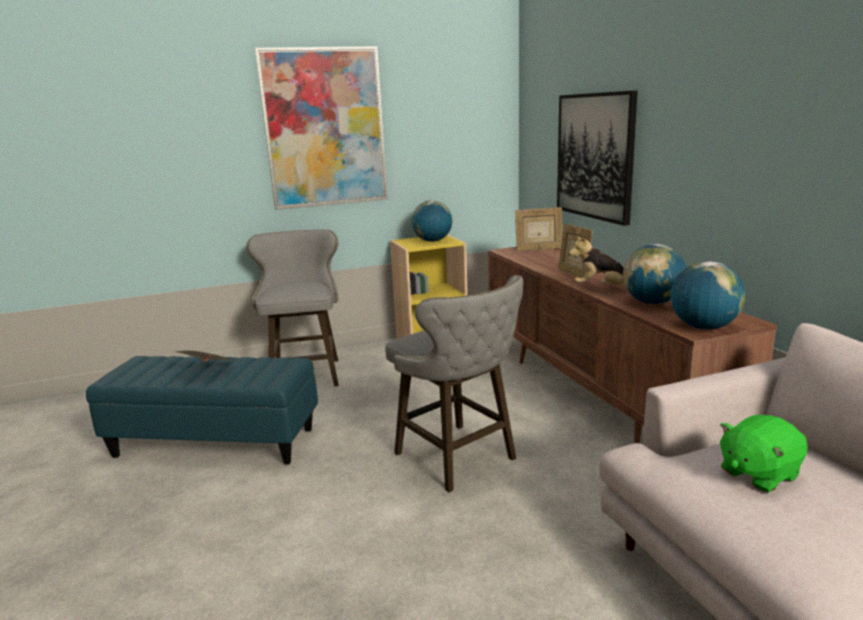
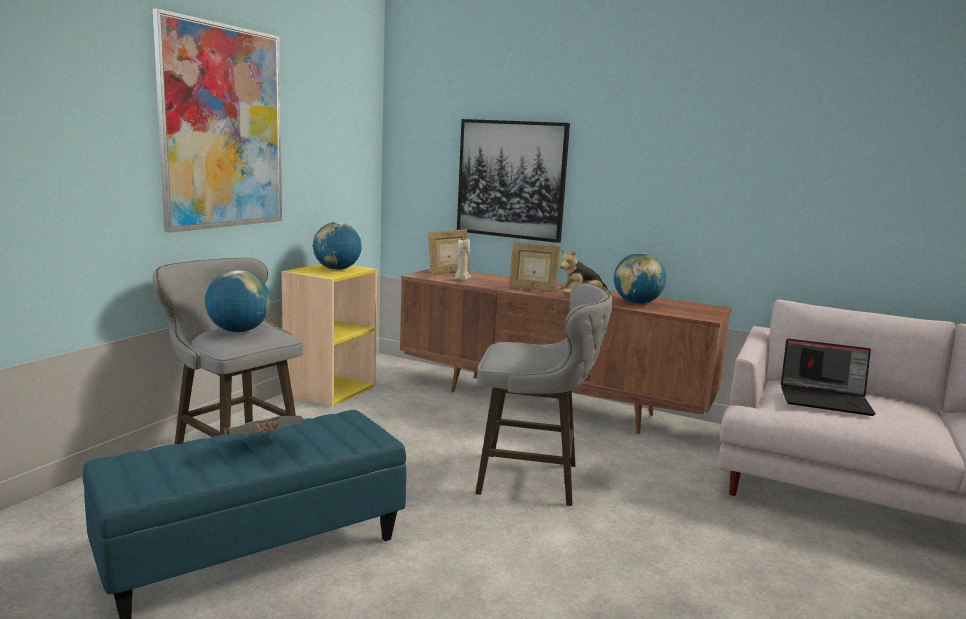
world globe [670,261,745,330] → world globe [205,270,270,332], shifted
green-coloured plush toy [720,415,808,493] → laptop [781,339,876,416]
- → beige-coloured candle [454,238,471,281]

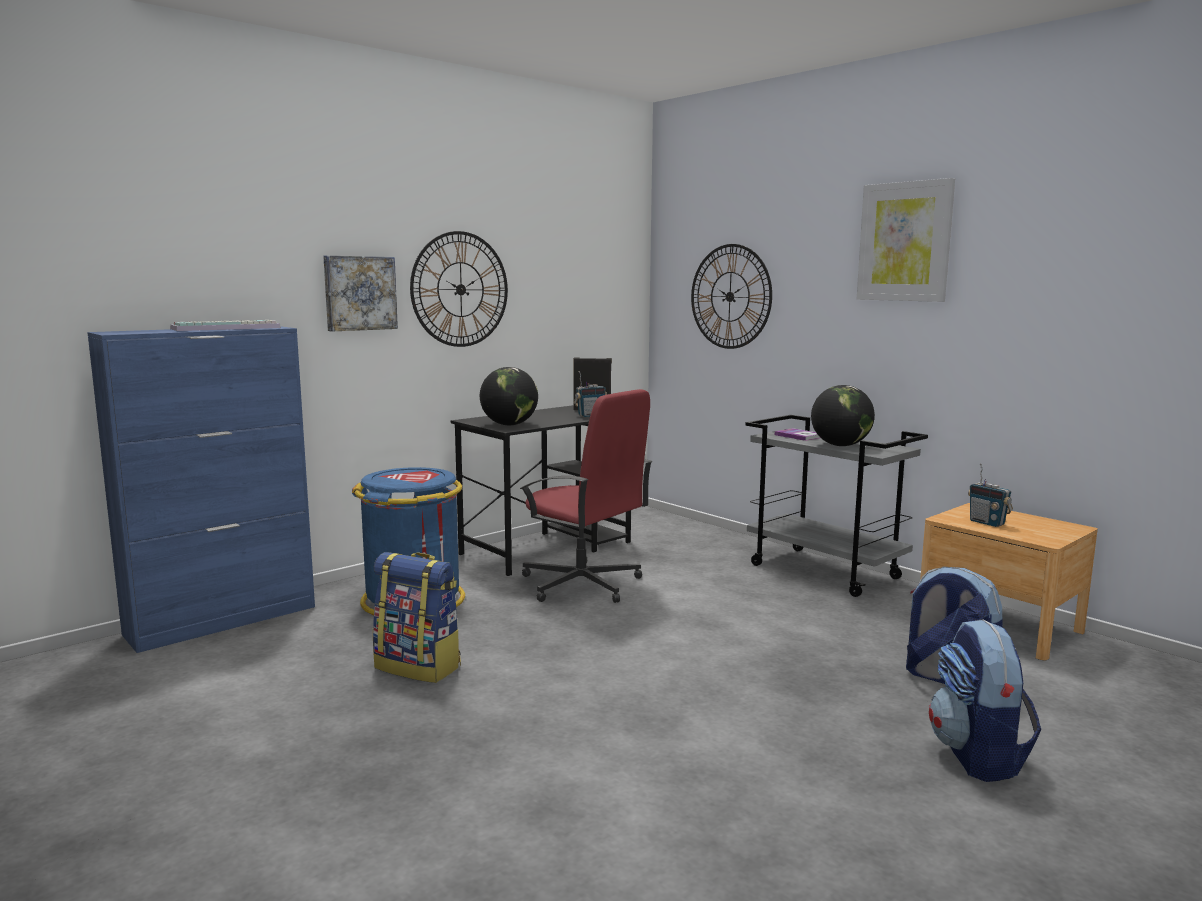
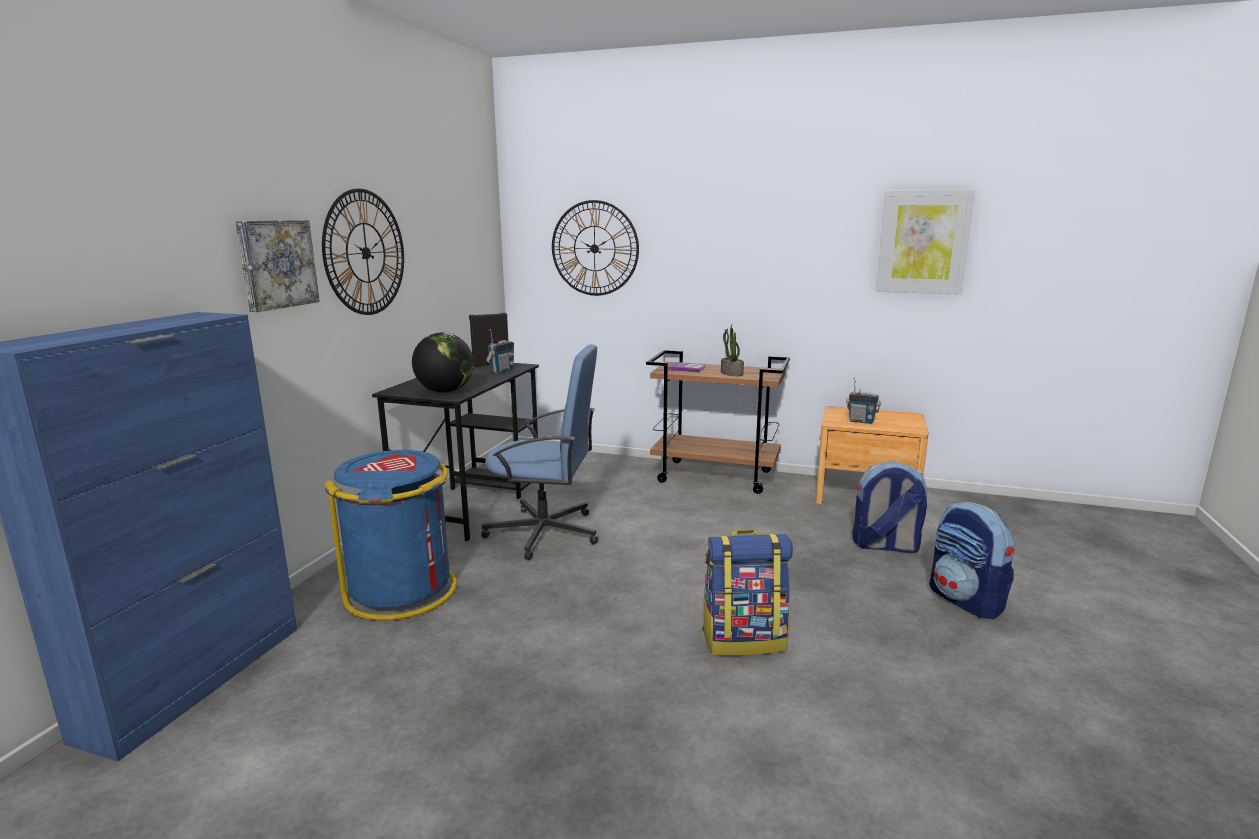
picture [857,178,955,302] → picture [876,190,975,294], shifted
computer keyboard [170,320,281,331] → -
world globe [811,385,875,446] → potted plant [721,323,744,376]
red desk chair [520,389,653,603] → bluish desk chair [481,344,598,560]
gray wheeled cart [745,415,928,597] → brown-coloured wheeled cart [646,350,790,494]
knapsack [373,552,461,683] → knapsack [702,530,793,656], shifted

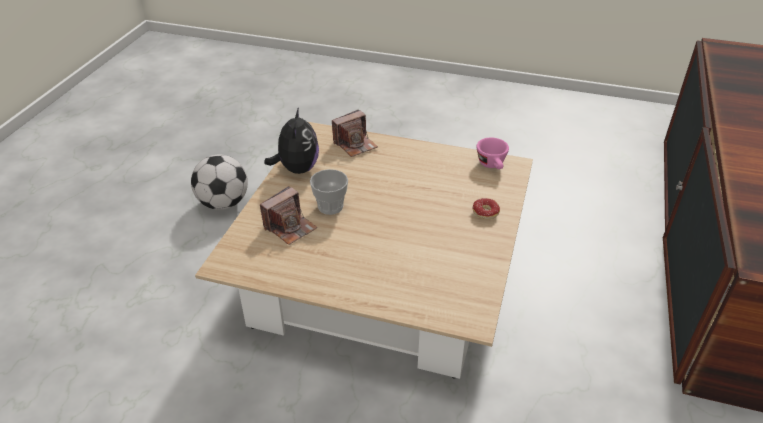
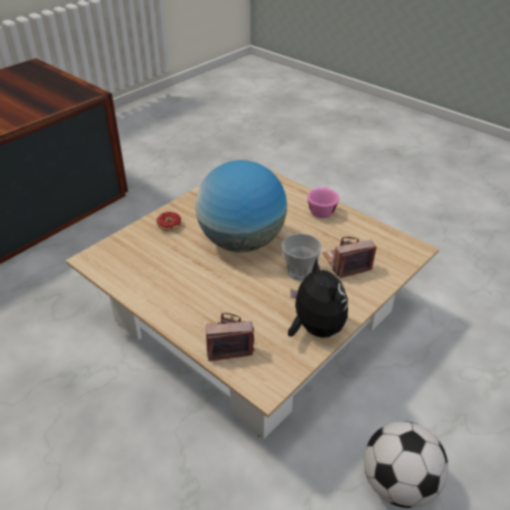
plush toy [264,107,319,174] → plush toy [288,258,348,338], 135 degrees clockwise
pinkish small cup [477,138,509,169] → pinkish small cup [307,187,339,218], shifted
- → world globe [195,160,287,252]

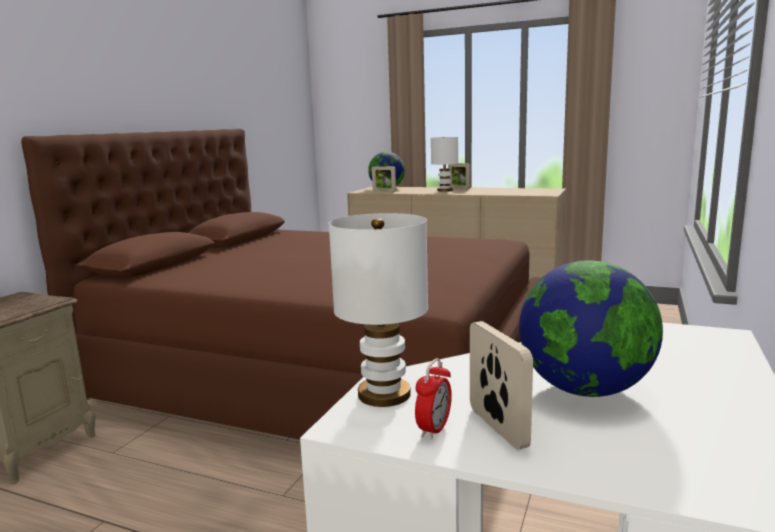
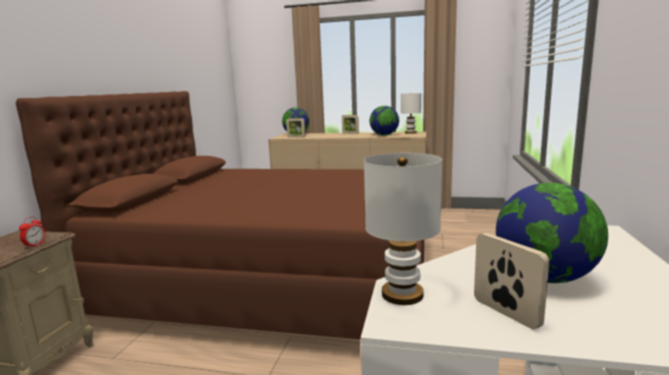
white-coloured tabletop lamp [431,137,458,191] → white-coloured tabletop lamp [401,93,421,134], shifted
bedside clock [415,358,452,440] → bedside clock [19,216,46,248], shifted
- → world globe [370,106,399,136]

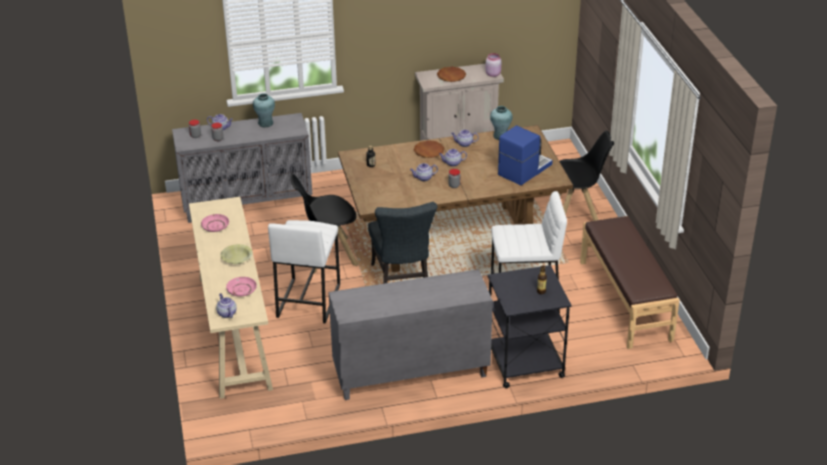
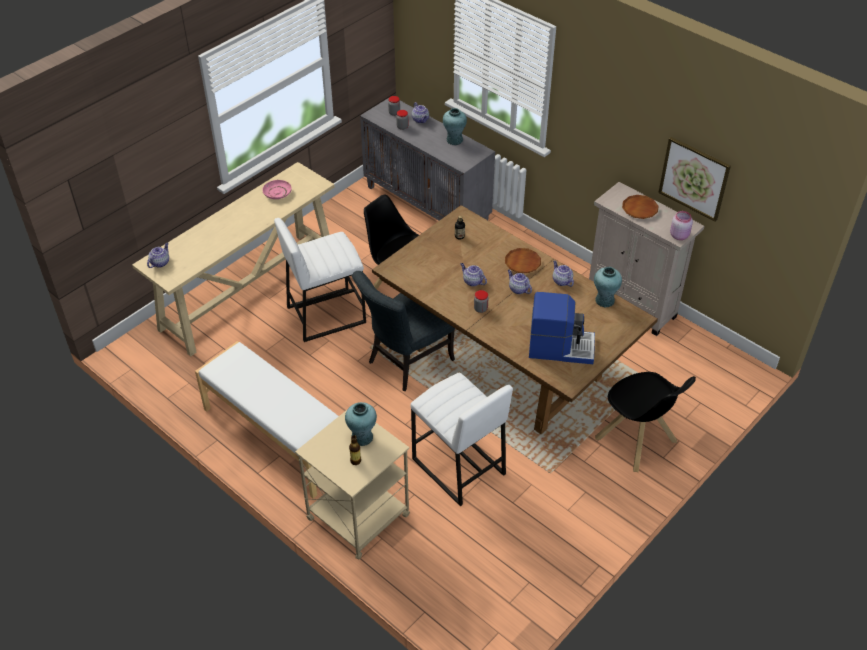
brown-coloured bench [580,216,680,349] → -
yellowish deep dish [221,244,253,264] → -
black-coloured wheeled cart [488,265,571,388] → beige-coloured wheeled cart [295,410,410,559]
gray cabinet [329,269,493,400] → white-coloured bench [195,341,339,499]
pinkish dinner plate [226,277,257,297] → -
- → picture [658,137,731,222]
- → turquoise vase [345,402,377,446]

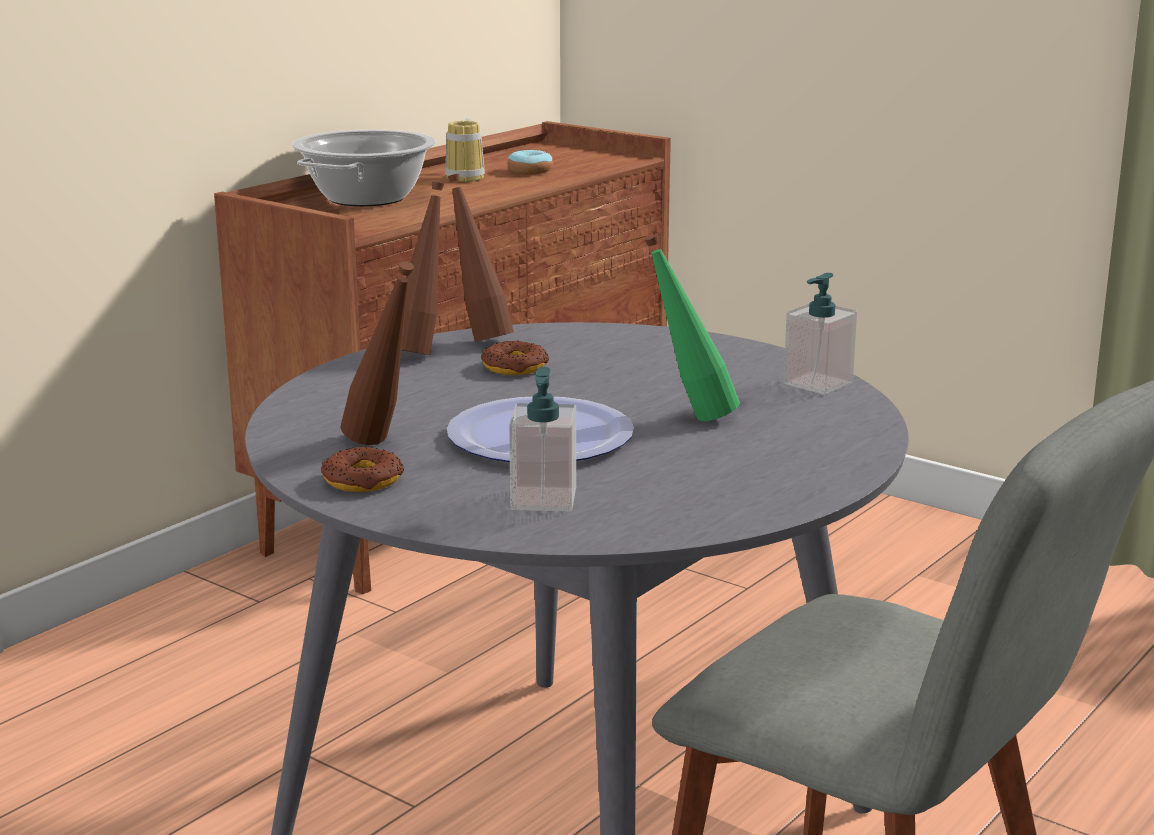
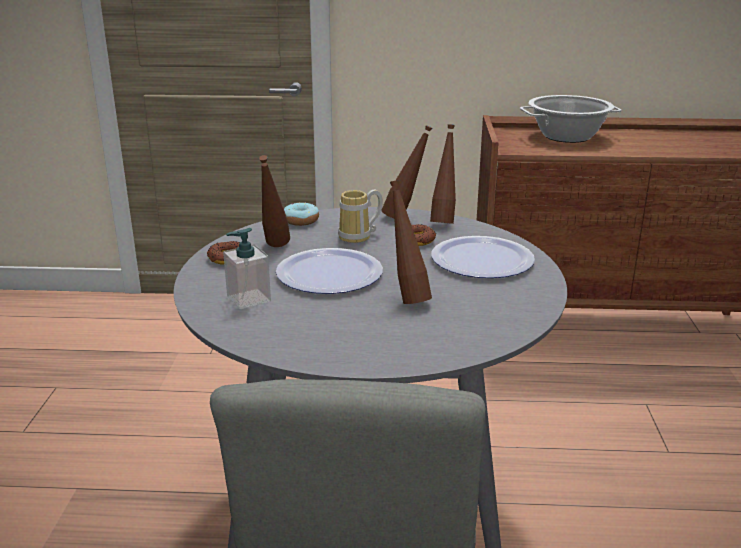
mug [445,118,485,182] → mug [338,190,383,243], shifted
ring doughnut [507,149,553,174] → ring doughnut [284,202,319,226], shifted
green-coloured drink bottle [644,234,740,421] → brown-coloured drink bottle [390,180,432,304]
liquid soap bottle [783,273,857,395] → -
- → dinner plate [431,236,535,278]

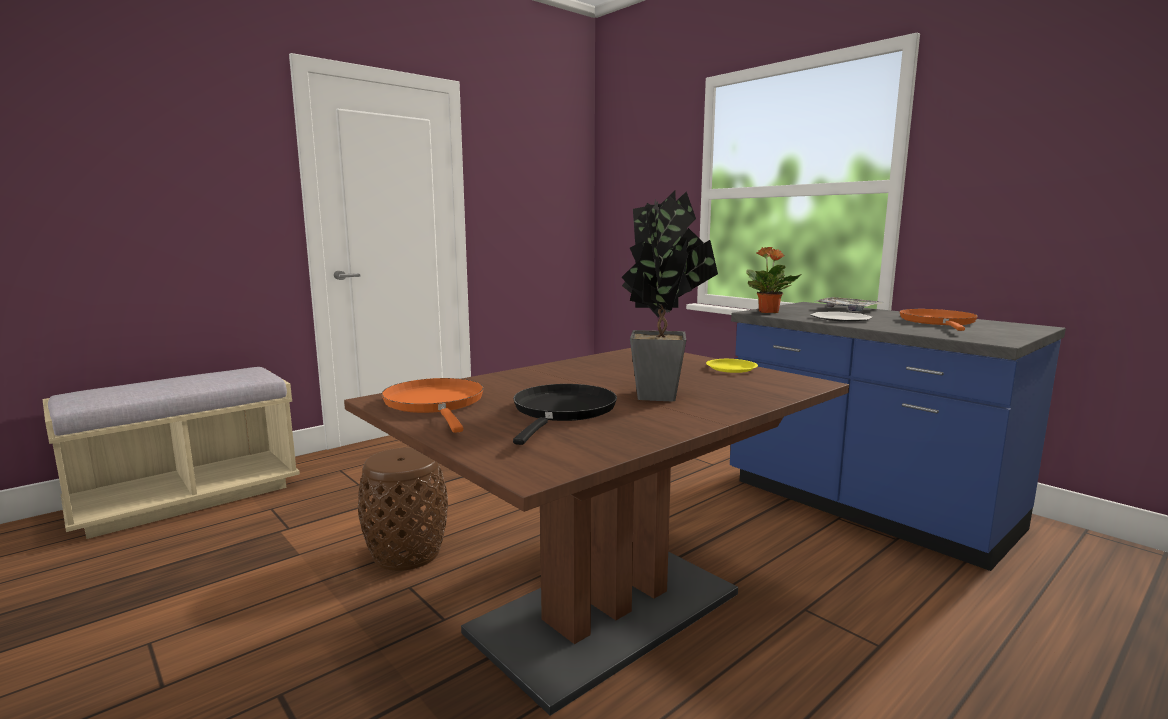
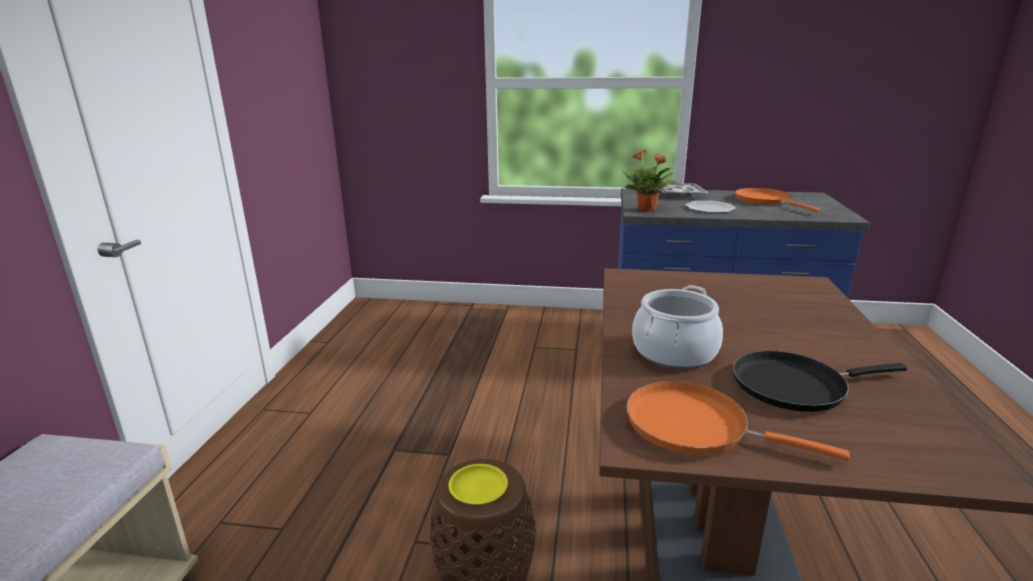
potted plant [621,189,718,401] → -
yellowish dinner plate [706,359,758,373] → yellowish dinner plate [448,464,508,504], shifted
black-coloured frying pan [513,384,617,445] → black-coloured frying pan [733,351,907,412], 75 degrees counterclockwise
- → saucepot [632,285,723,369]

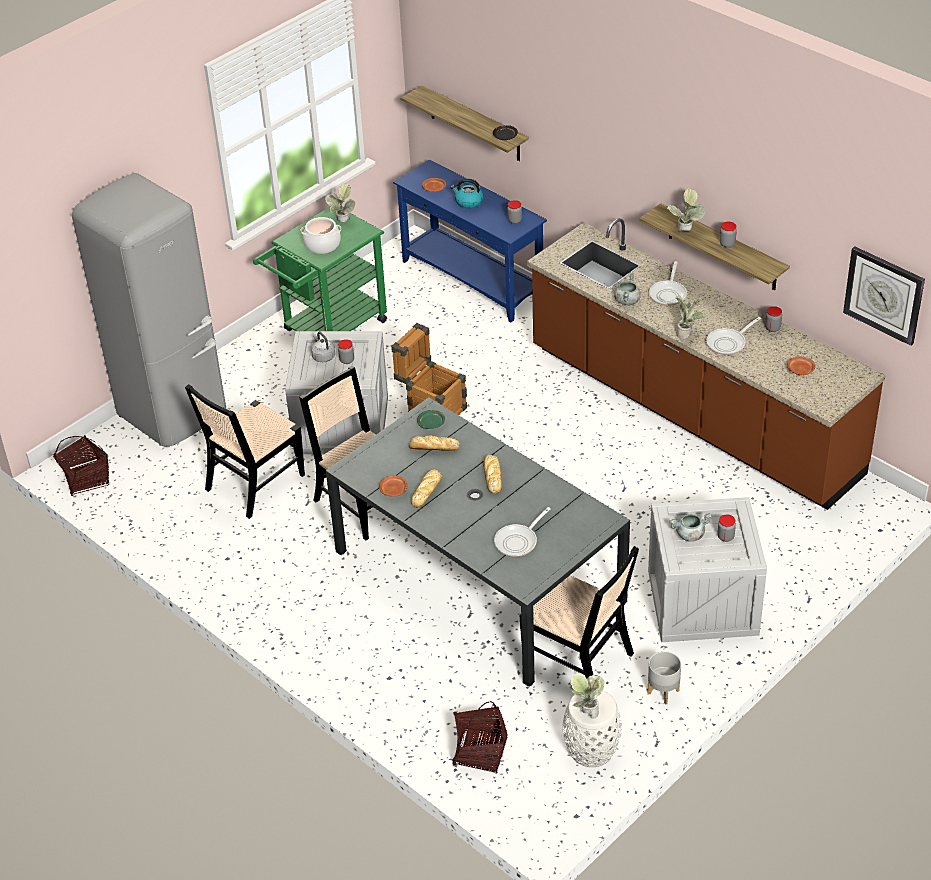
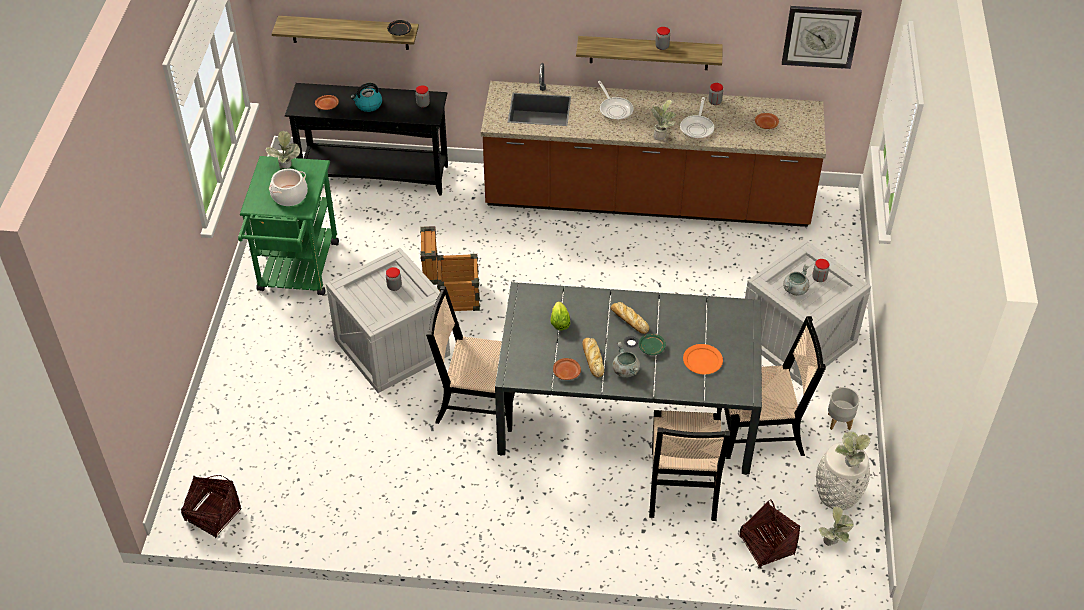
bluish hall table [393,159,547,323] → black-coloured hall table [285,83,448,196]
gray fridge [72,173,226,447] → -
potted plant [667,188,705,231] → potted plant [818,506,854,546], shifted
gray saucepot [614,273,641,305] → gray saucepot [612,342,640,377], shifted
gray kettle [311,332,335,362] → -
upright chair [185,384,305,519] → upright chair [649,410,730,521], shifted
green-coloured dinner plate [417,410,445,429] → green-coloured dinner plate [639,334,666,355], shifted
baked bread [409,436,460,451] → head of lettuce [551,301,570,330]
frying pan [494,507,551,557] → orange-coloured dinner plate [683,344,723,374]

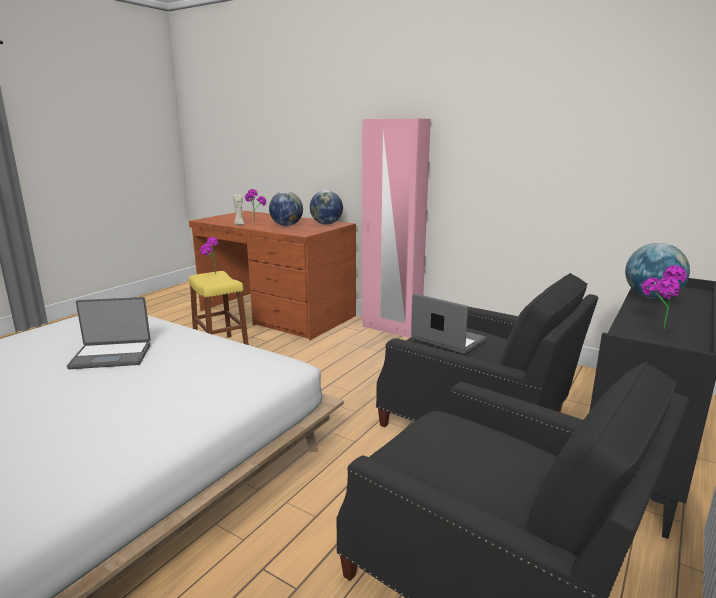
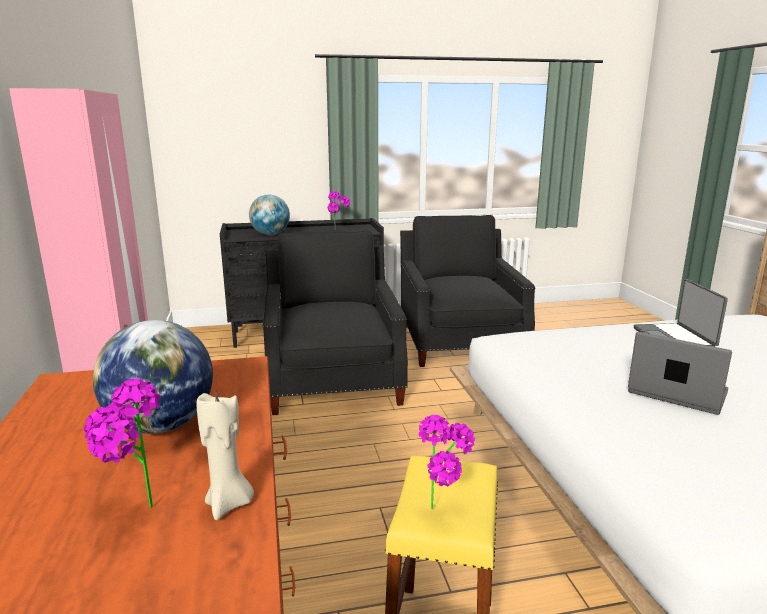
world globe [310,190,343,224] → -
laptop [411,293,486,354] → laptop [633,279,728,347], shifted

